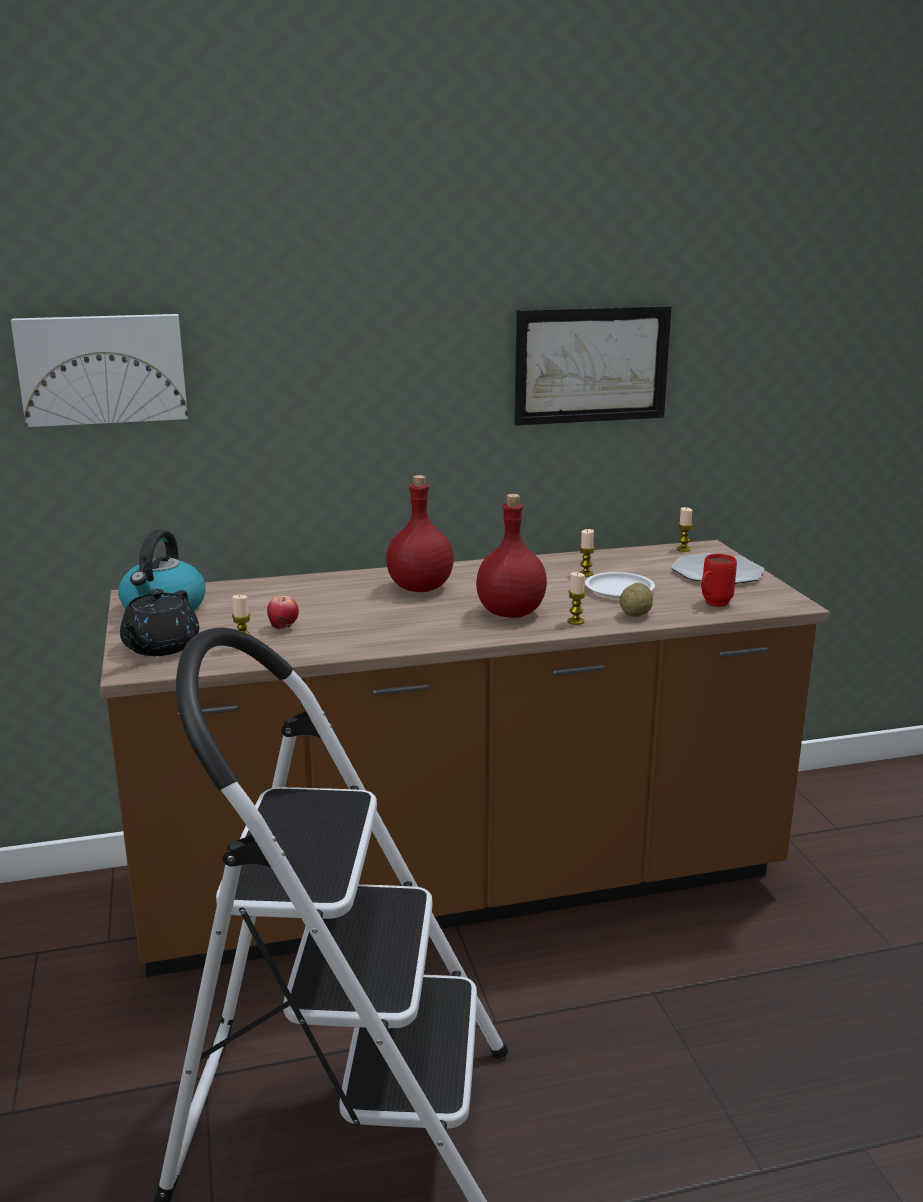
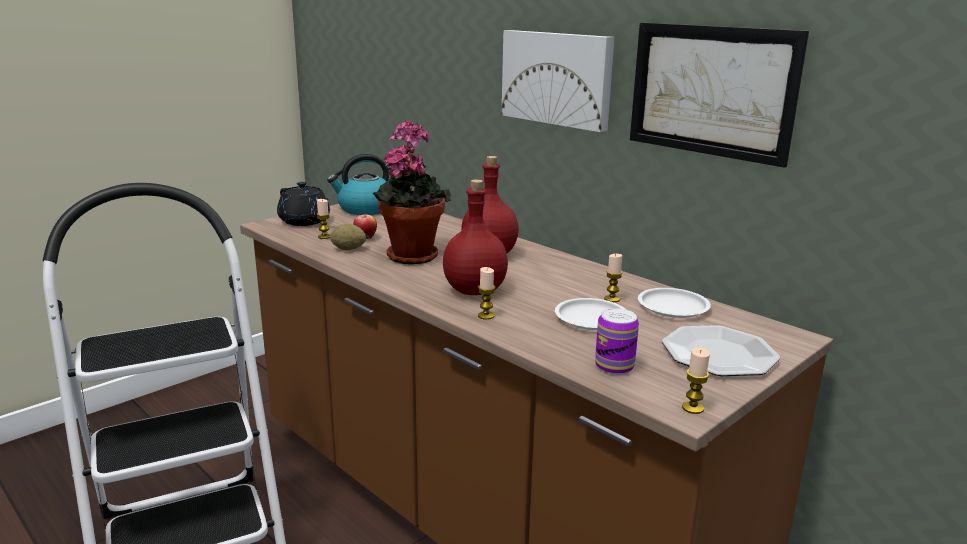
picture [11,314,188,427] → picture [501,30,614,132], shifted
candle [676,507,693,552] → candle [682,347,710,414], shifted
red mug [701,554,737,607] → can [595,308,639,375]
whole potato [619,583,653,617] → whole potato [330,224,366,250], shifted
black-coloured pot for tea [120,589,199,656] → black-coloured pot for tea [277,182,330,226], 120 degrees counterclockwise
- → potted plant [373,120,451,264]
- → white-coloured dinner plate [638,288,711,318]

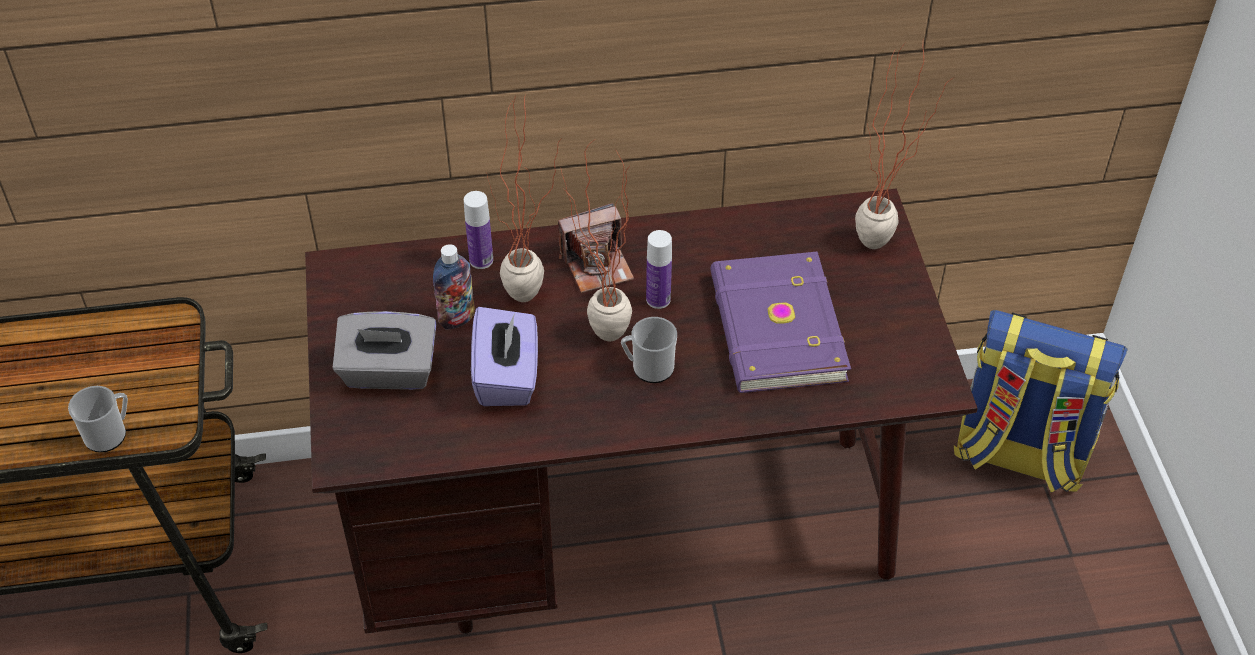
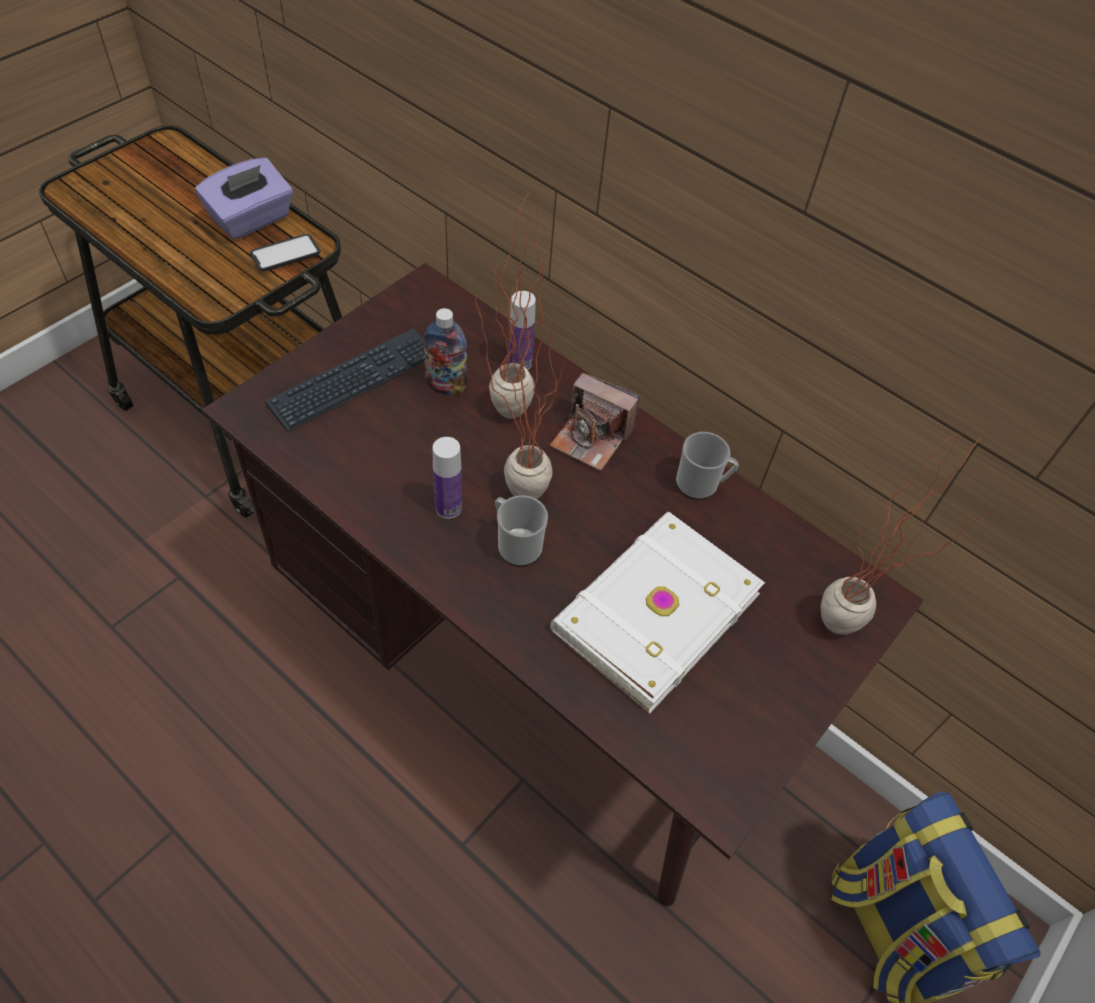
drink bottle [646,230,672,309] → drink bottle [433,437,462,519], shifted
purple volume [710,251,851,393] → white-coloured volume [550,512,765,713]
purple box of tissues [471,307,538,406] → purple box of tissues [195,158,293,240], shifted
gray box of tissues [333,311,437,390] → computer keyboard [265,328,426,432]
mug [68,386,128,453] → mug [676,432,739,500], shifted
- → telephone [250,234,320,271]

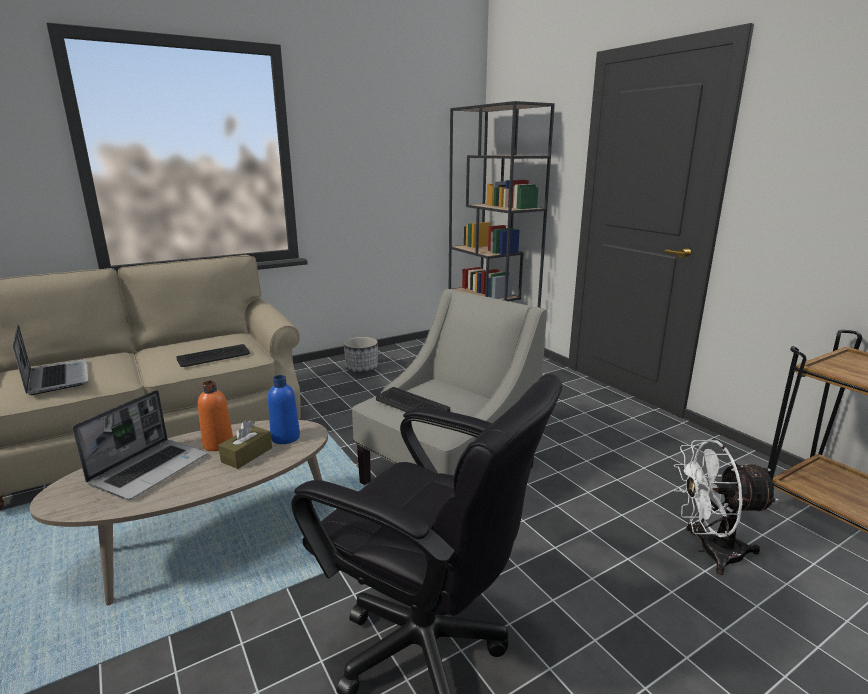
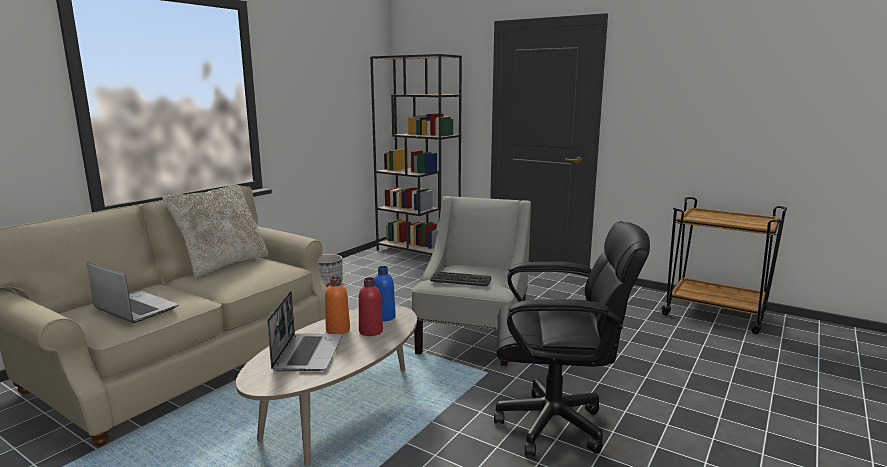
computer keyboard [176,344,250,367] → -
brown-coloured box of tissues [218,420,272,469] → red drink bottle [359,277,383,336]
white-coloured cooling fan [674,439,778,575] → -
- → beige-coloured throw pillow [163,185,268,277]

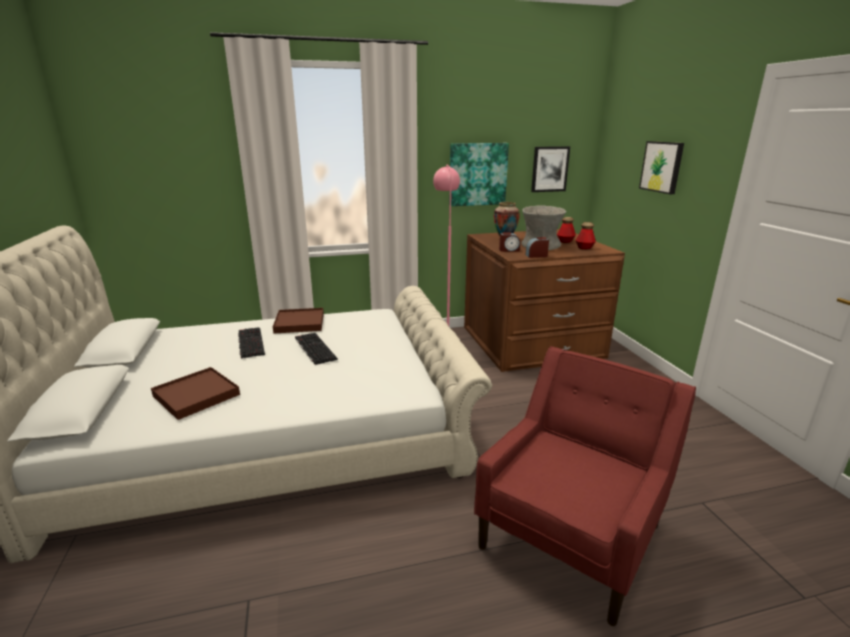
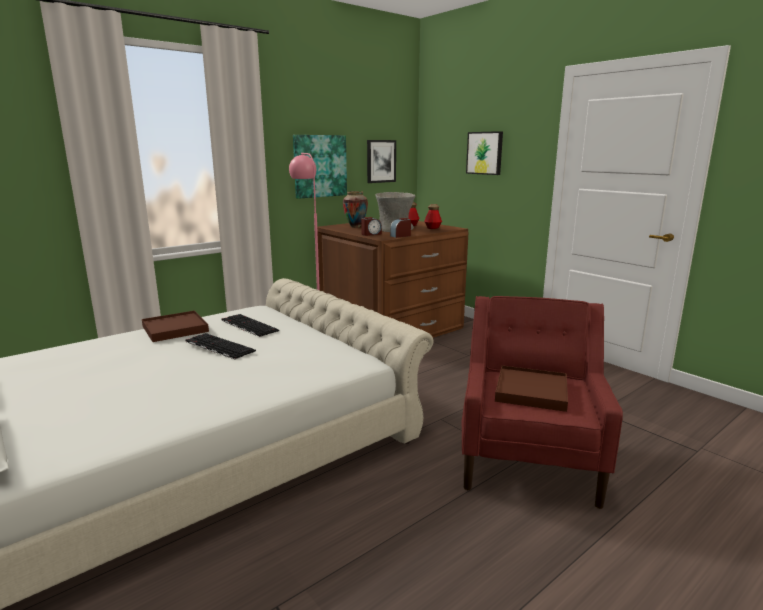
computer keyboard [238,327,265,359] → computer keyboard [222,314,279,337], shifted
brown-coloured carrying tray [151,367,240,420] → brown-coloured carrying tray [495,365,568,412], shifted

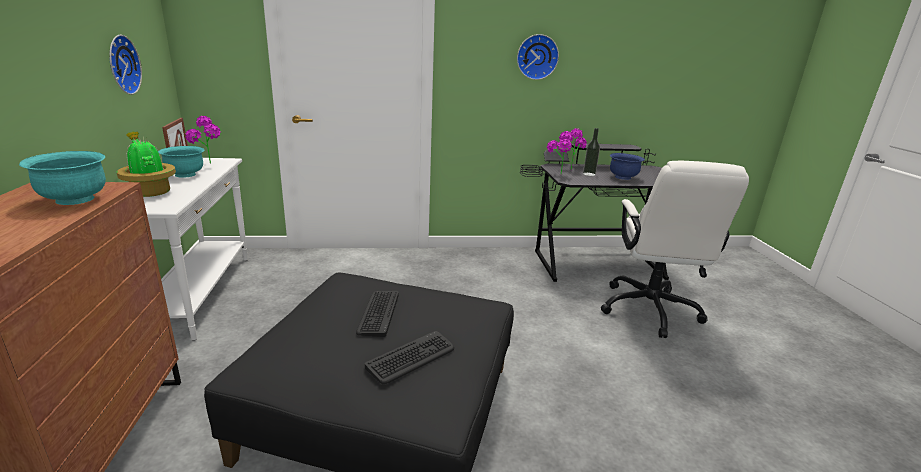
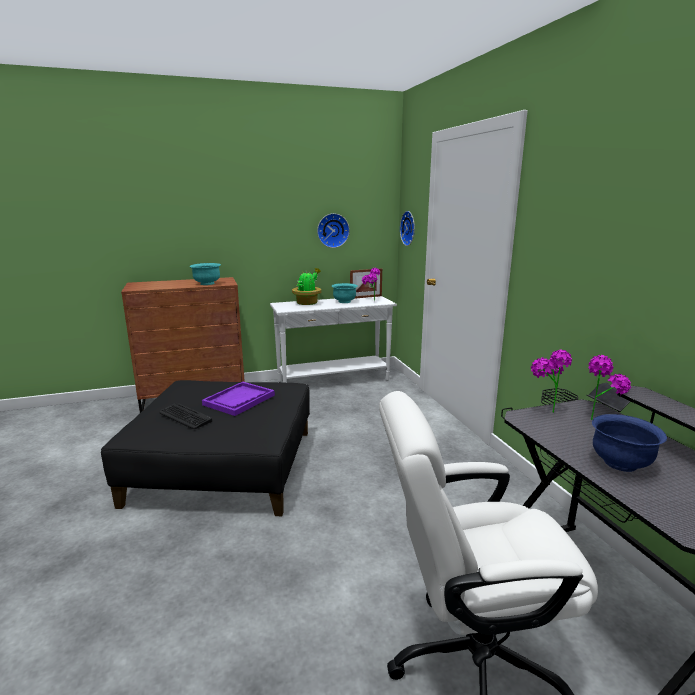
clock on the wall [517,34,559,80] → clock on the wall [400,211,415,246], shifted
drink bottle [583,128,600,176] → -
computer keyboard [356,291,399,337] → purple carrying tray [202,382,275,416]

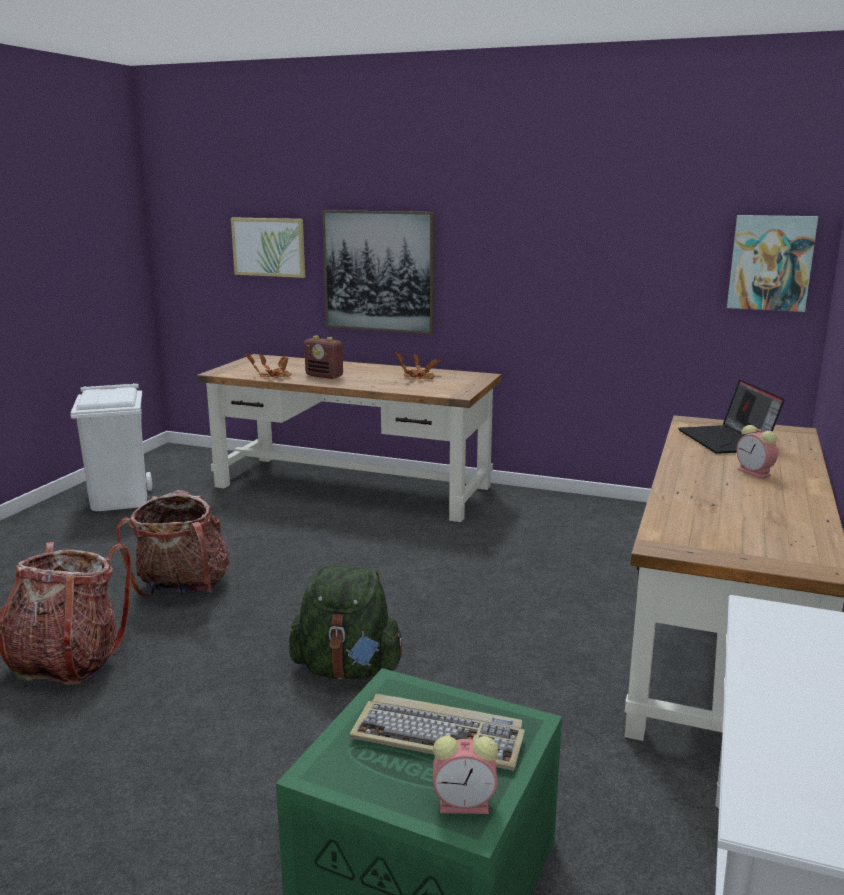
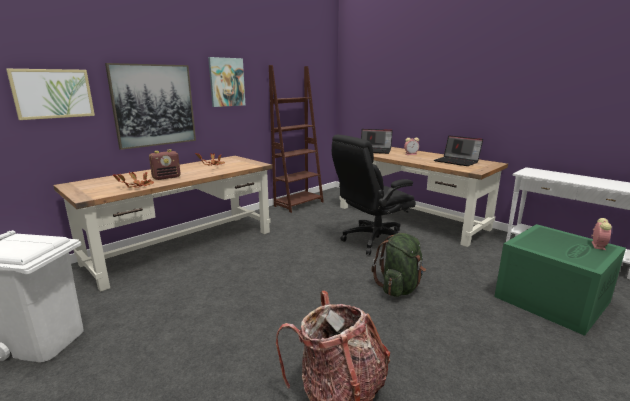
picture [727,215,818,312] → picture [208,57,245,107], shifted
knapsack [116,490,230,596] → -
computer keyboard [350,694,525,771] → -
- → brown-coloured bookcase [269,65,324,213]
- → black-coloured desk chair [332,135,416,255]
- → laptop [434,135,483,166]

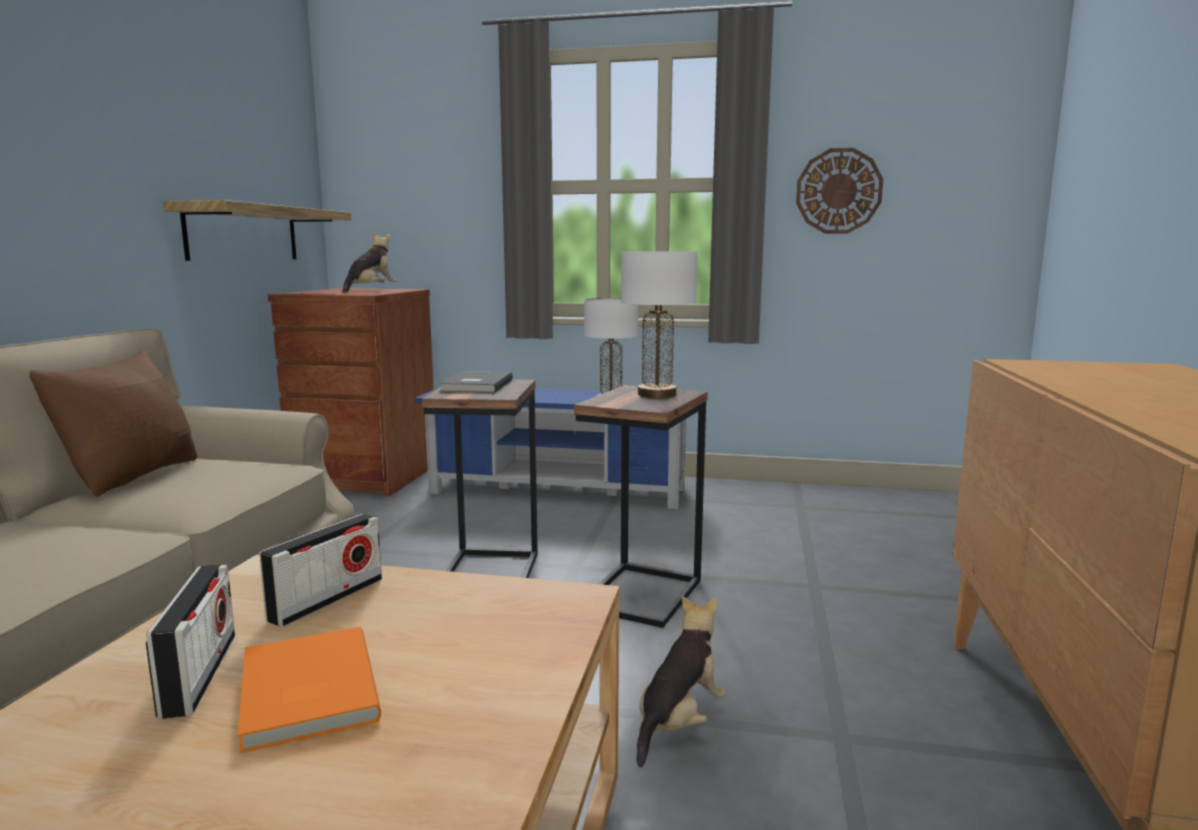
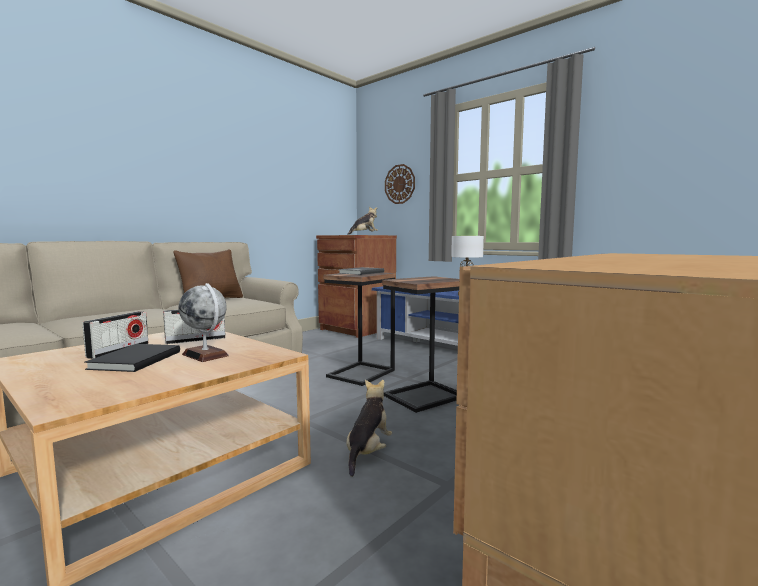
clock on the wall [796,148,883,234] → clock on the wall [385,164,415,204], shifted
bracket shelf [163,200,351,261] → -
tabletop lamp [621,252,698,398] → -
plush toy [637,596,726,767] → plush toy [346,380,392,477], 45 degrees counterclockwise
orange-coloured volume [238,627,381,753] → black-coloured volume [84,344,180,372]
- → world globe [179,283,229,362]

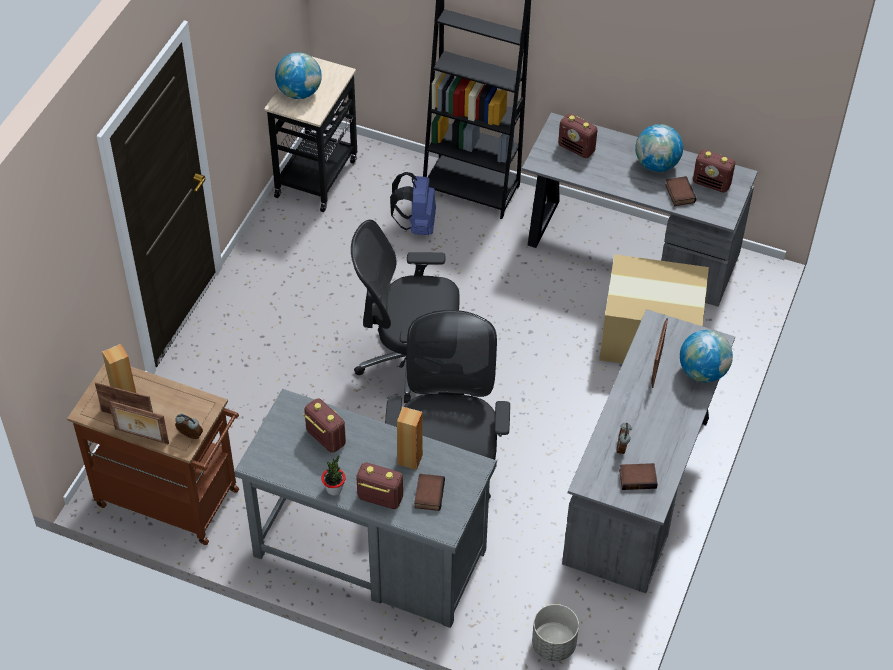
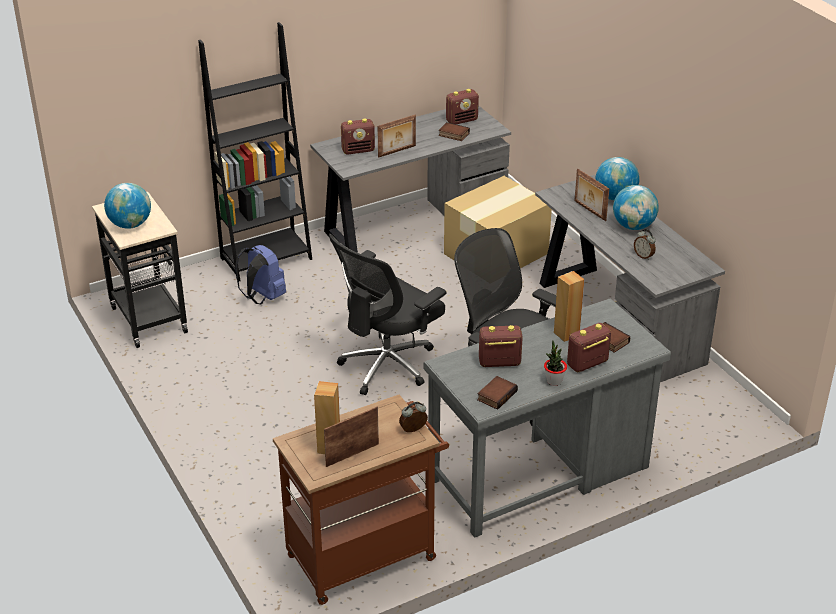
world globe [635,124,683,172] → world globe [613,185,659,230], shifted
picture frame [108,401,169,444] → picture frame [377,115,416,158], shifted
volume [619,463,658,490] → volume [477,376,518,410], shifted
gray plant pot [532,604,579,661] → -

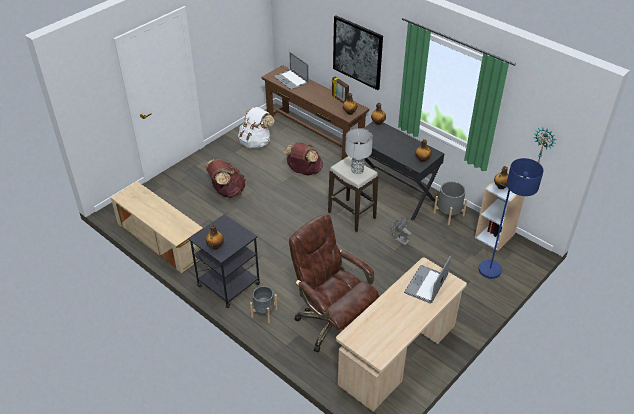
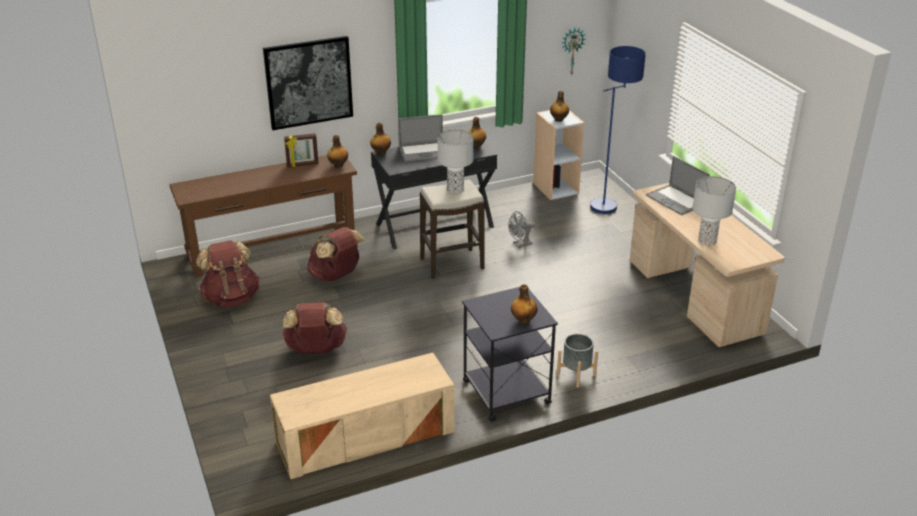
laptop [274,52,309,90] → laptop [398,114,443,162], shifted
white-coloured knapsack [238,106,275,148] → brown-coloured knapsack [196,240,259,308]
gray plant pot [433,181,468,225] → -
brown-coloured desk chair [289,213,379,353] → -
- → white-coloured tabletop lamp [692,176,736,245]

